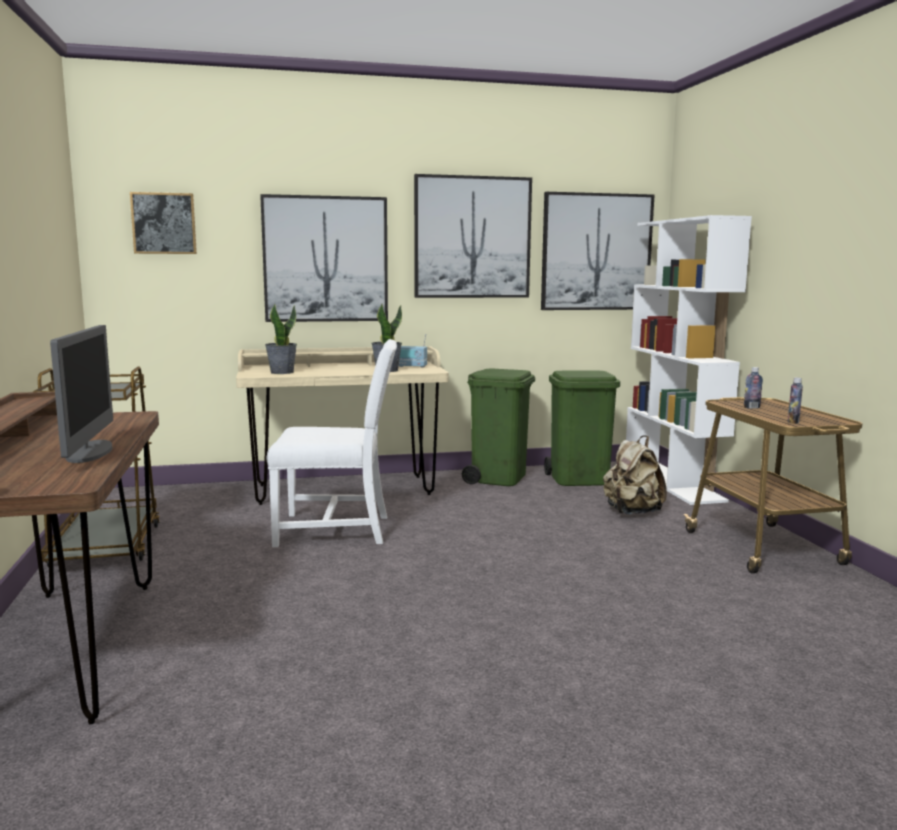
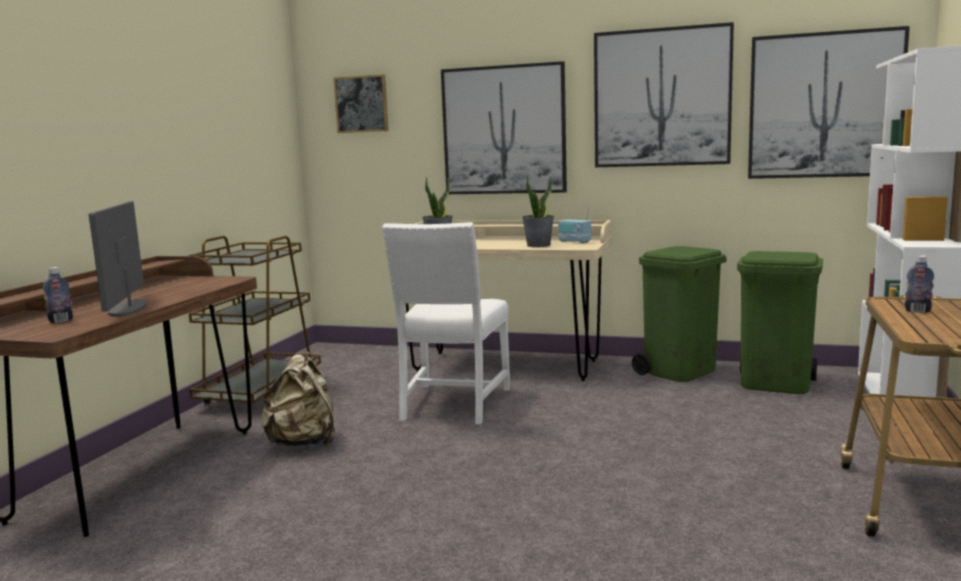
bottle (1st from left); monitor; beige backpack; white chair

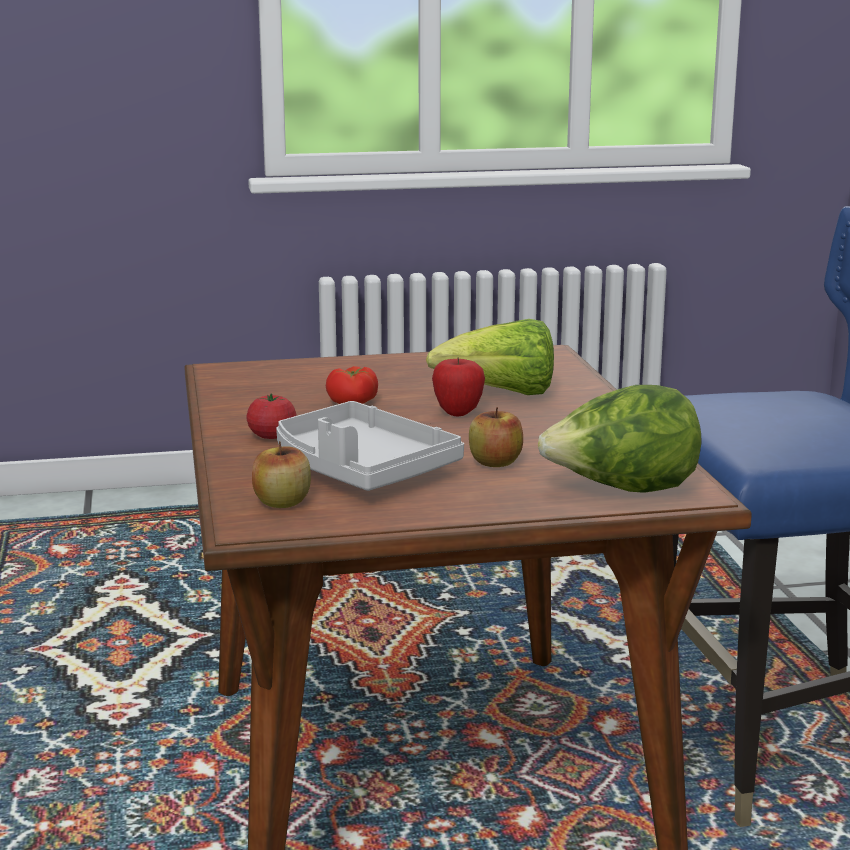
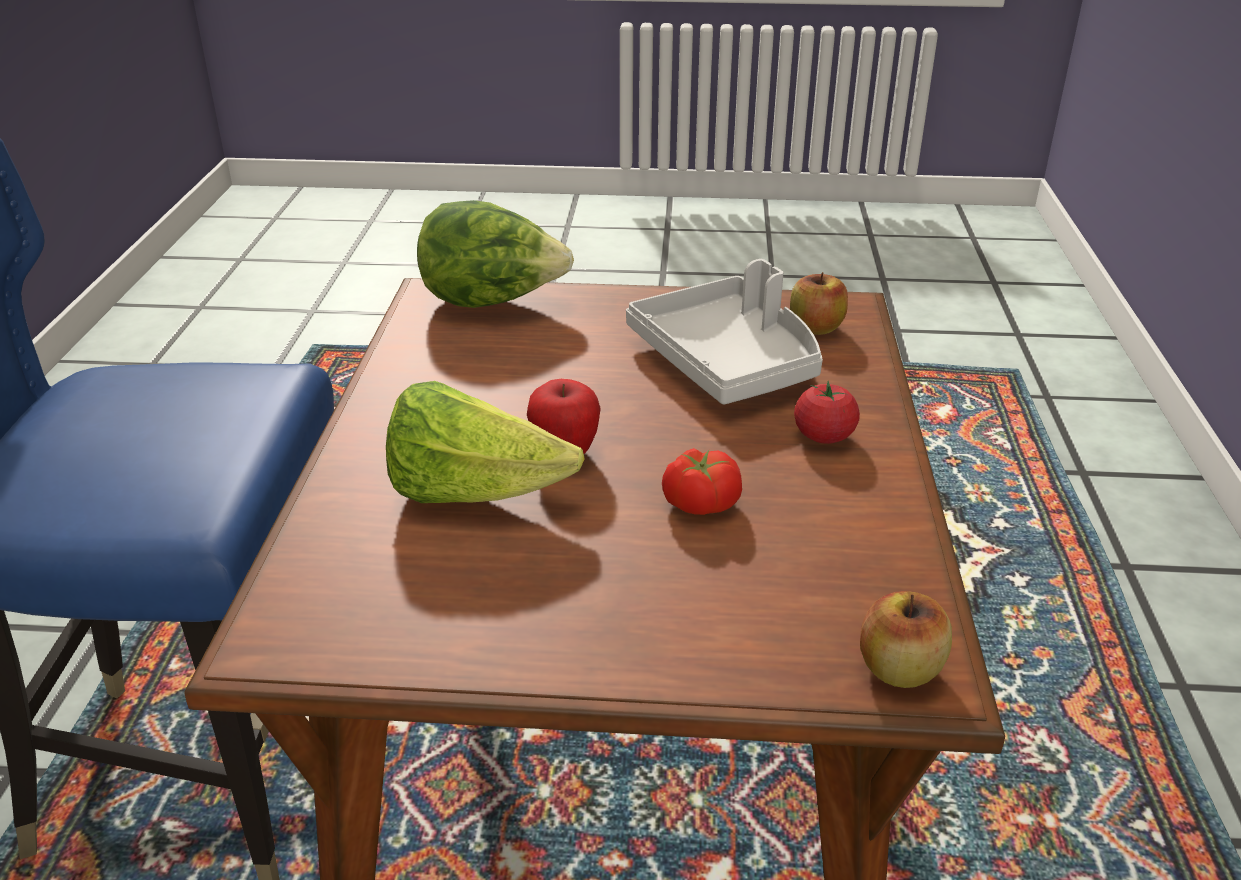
apple (3rd from left)

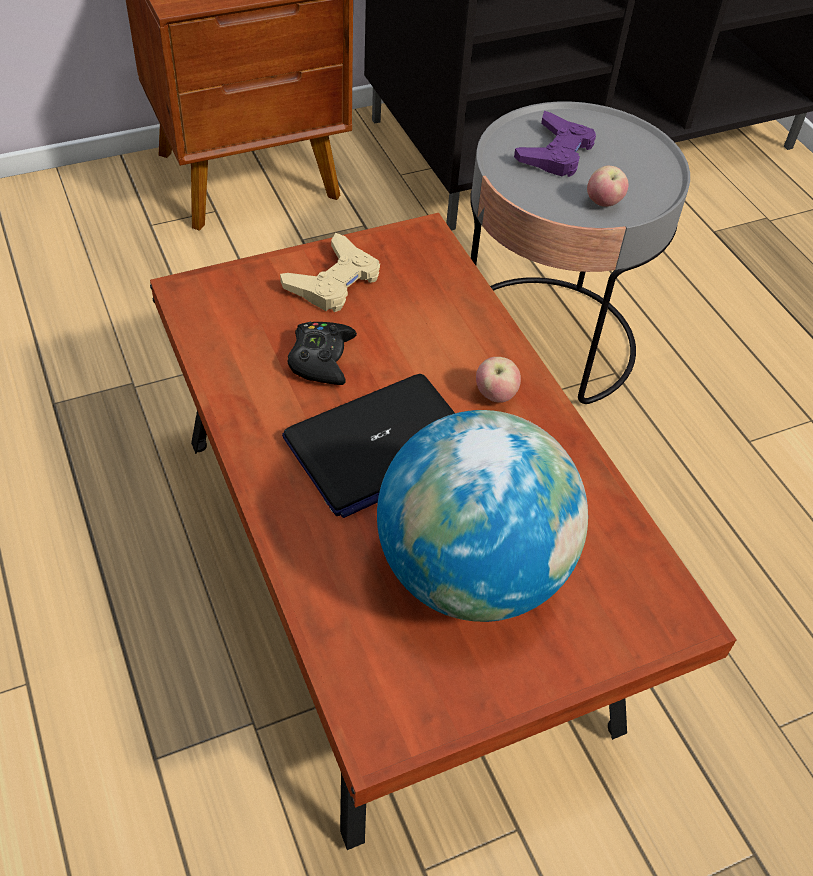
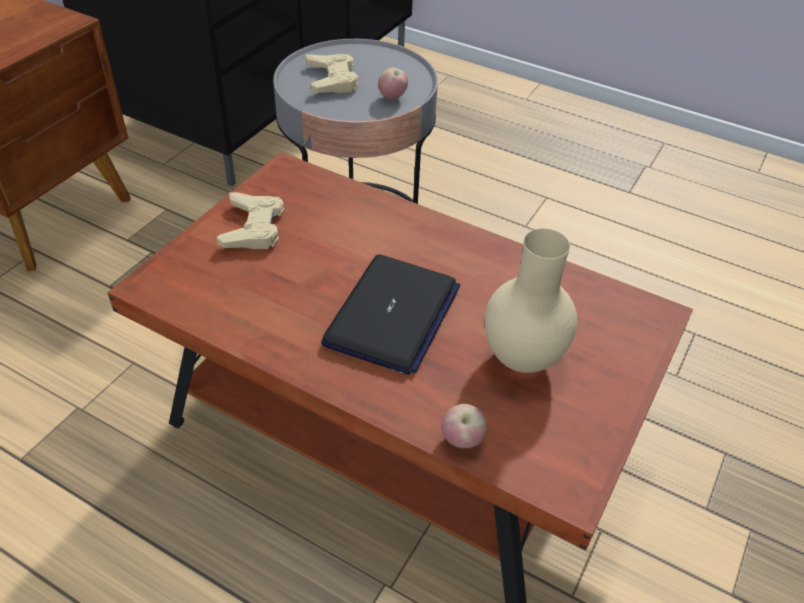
beige game controller (2nd from left); apple (2nd from left); beige vase; black game controller

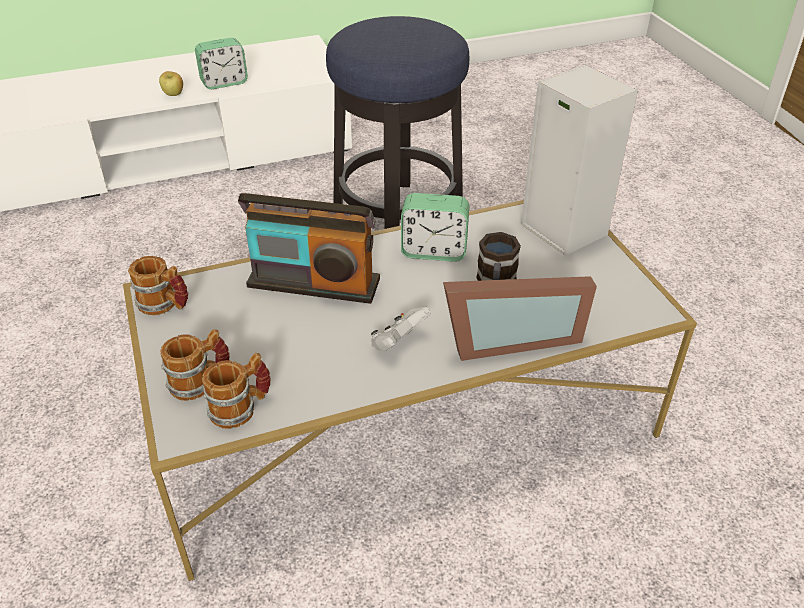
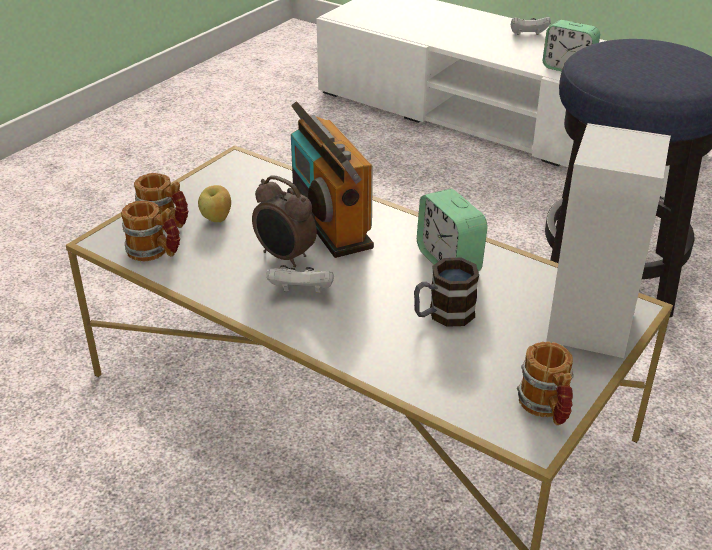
apple; alarm clock (1st from left); white game controller (2nd from left); mug (4th from left); picture frame

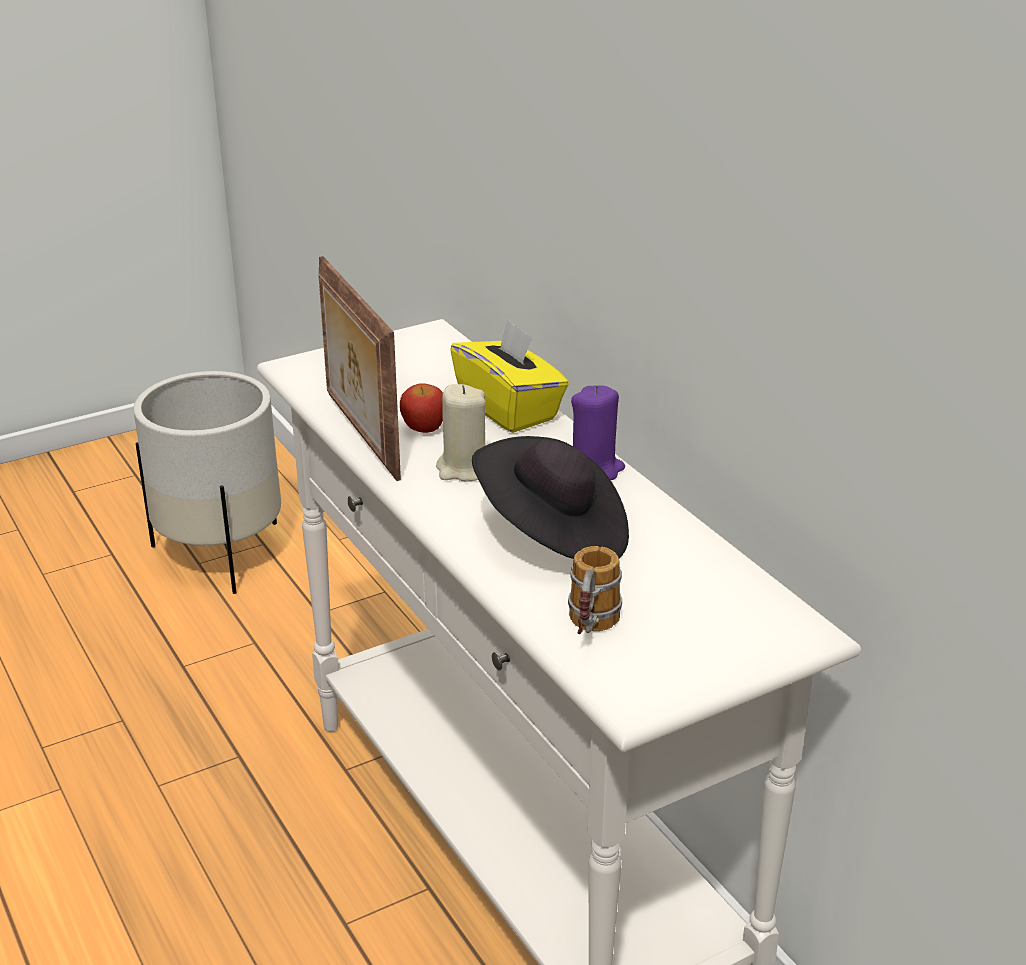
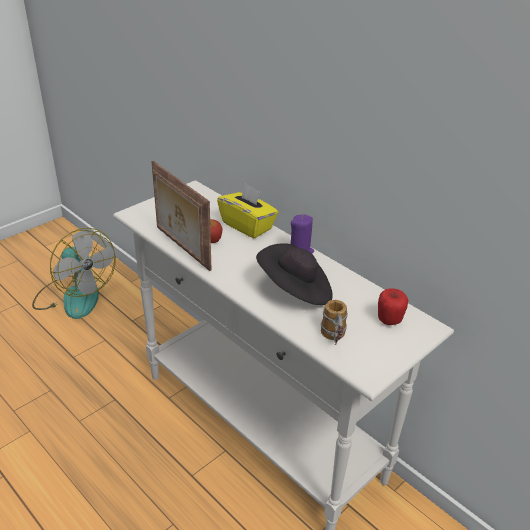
fan; apple (2nd from left); beige candle

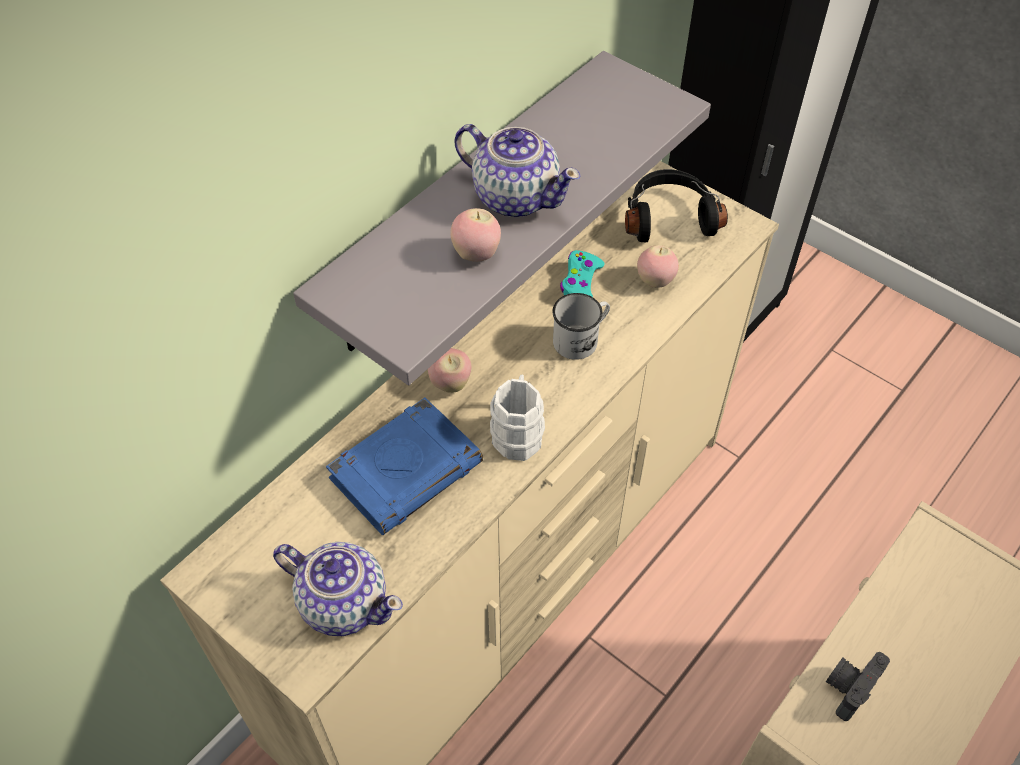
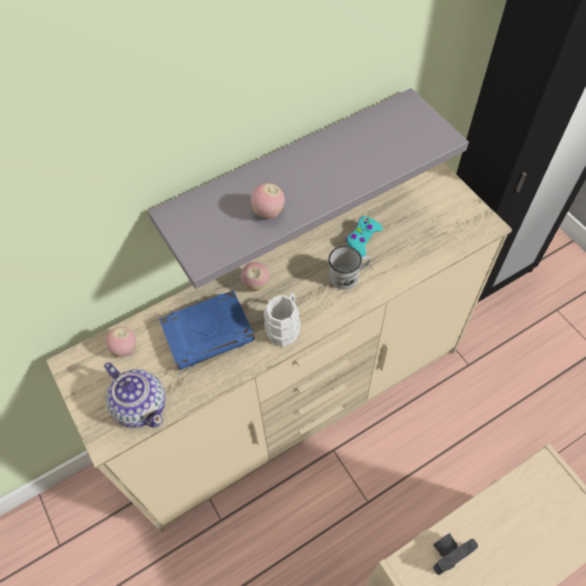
apple (1st from left); teapot (2nd from left in the first image); black headphones

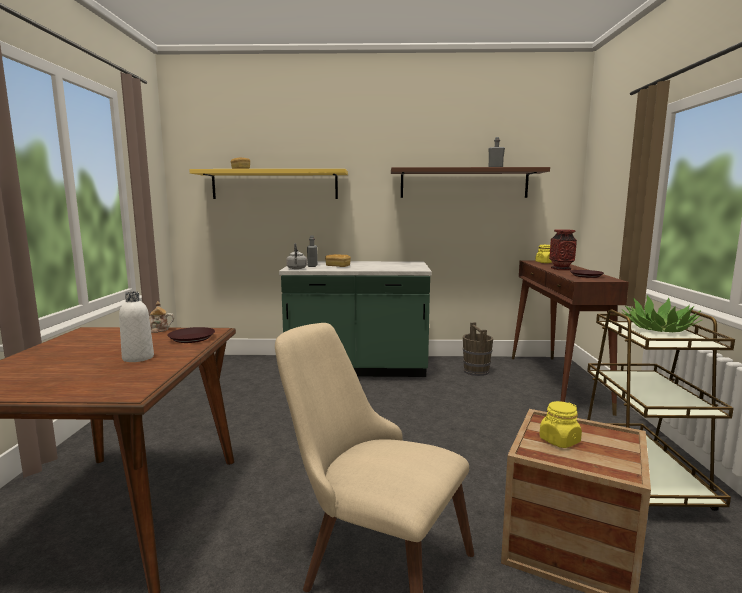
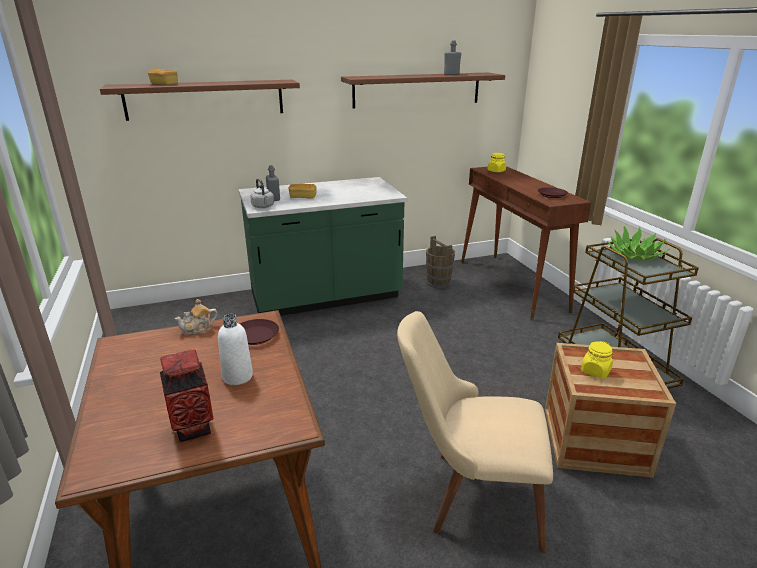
brown shelf (1st from left); vase

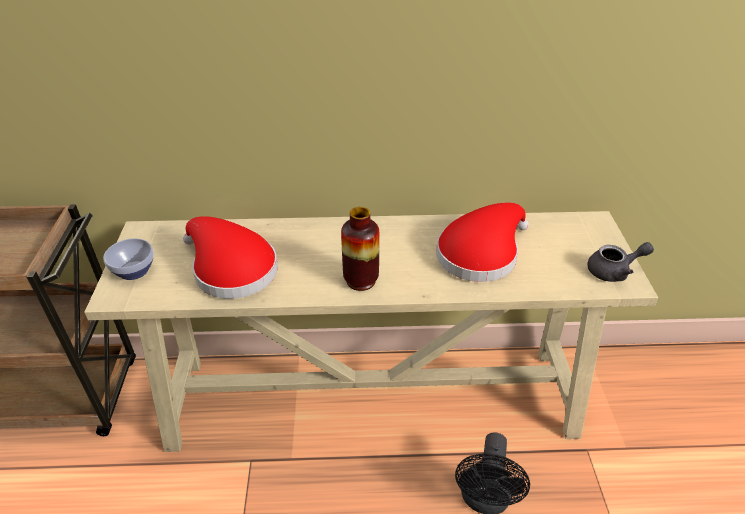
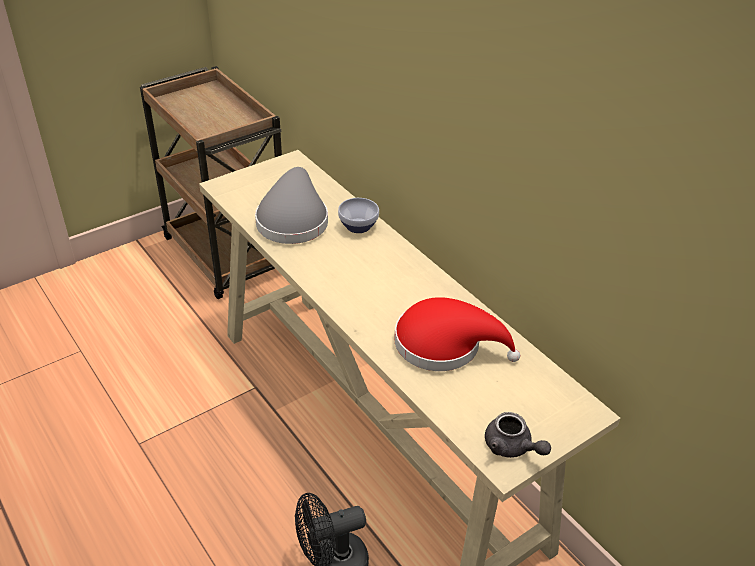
grey hat; bowl; vase

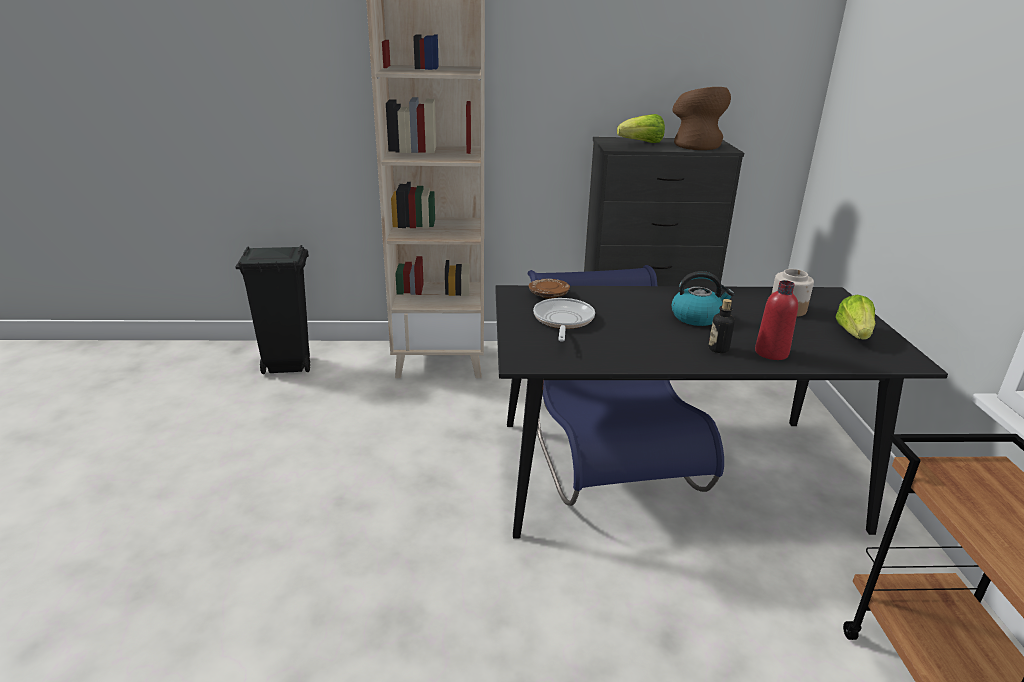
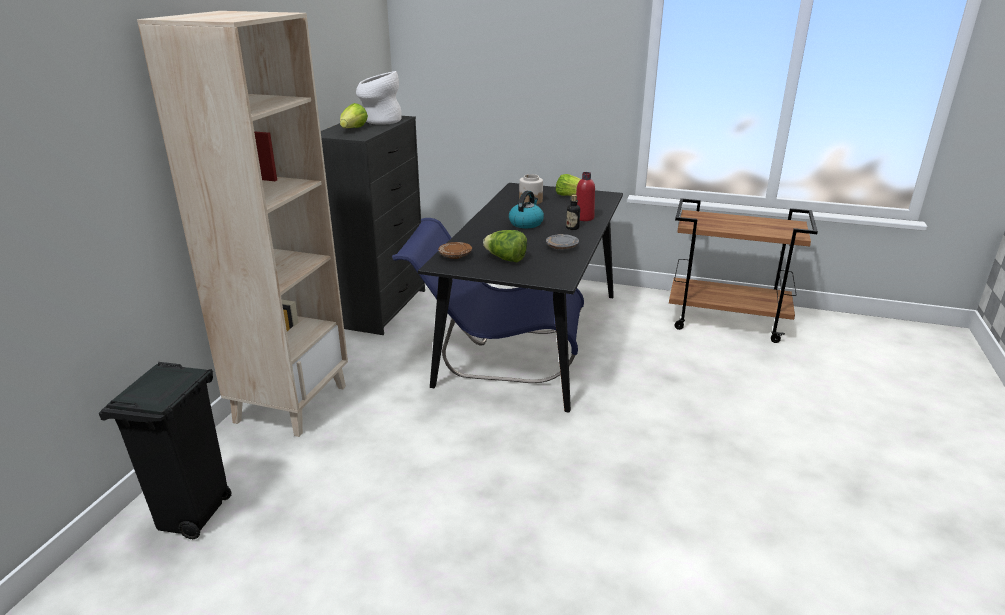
white vase; lettuce (2nd from left); grey plate

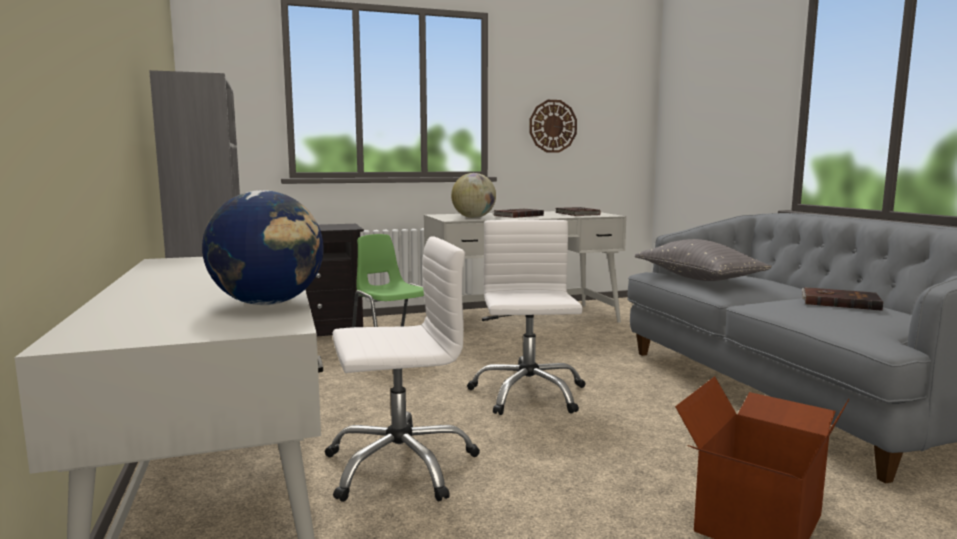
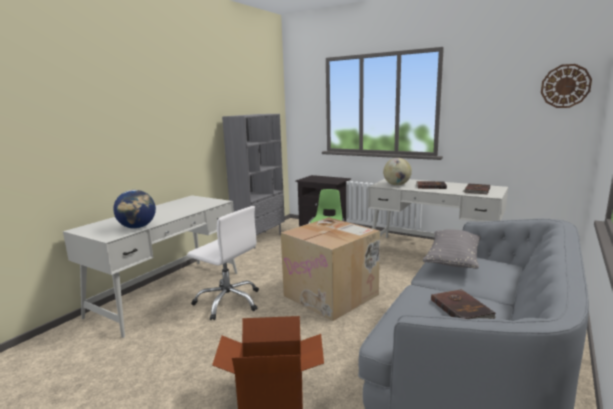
cardboard box (2nd from left); wall clock

